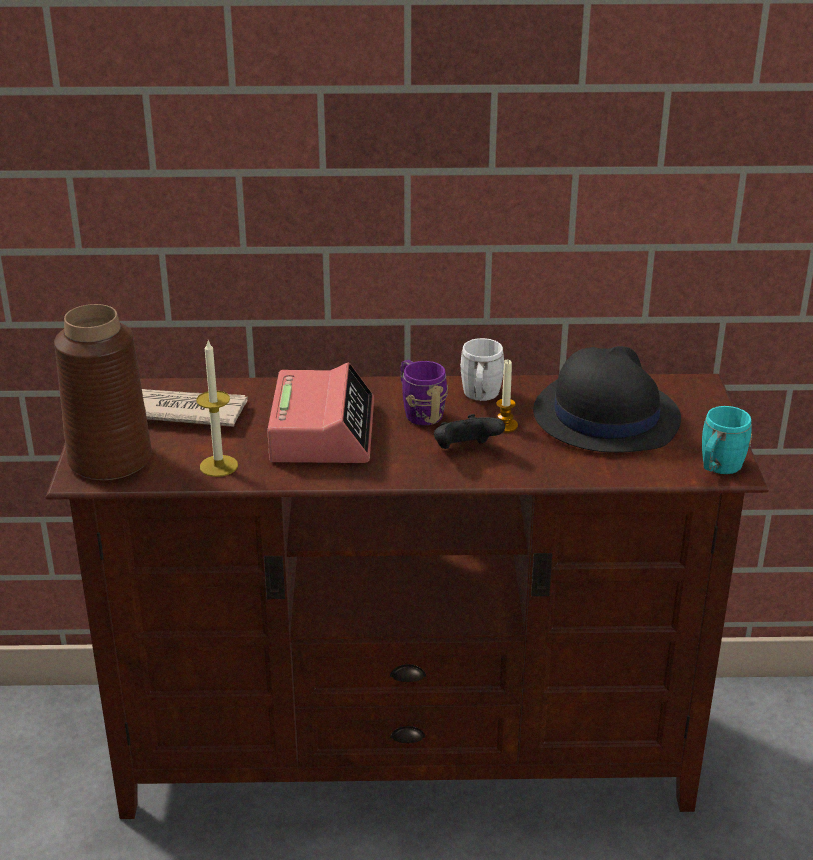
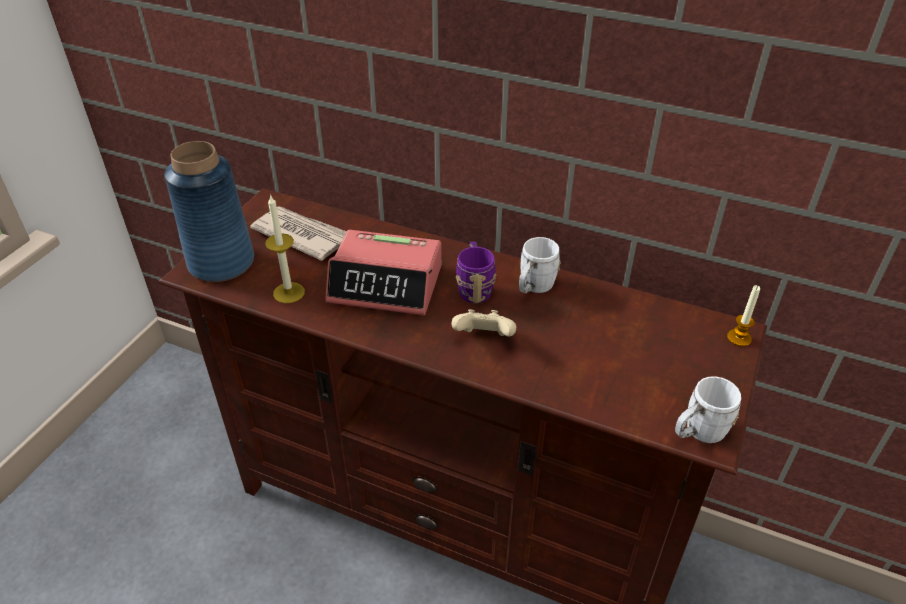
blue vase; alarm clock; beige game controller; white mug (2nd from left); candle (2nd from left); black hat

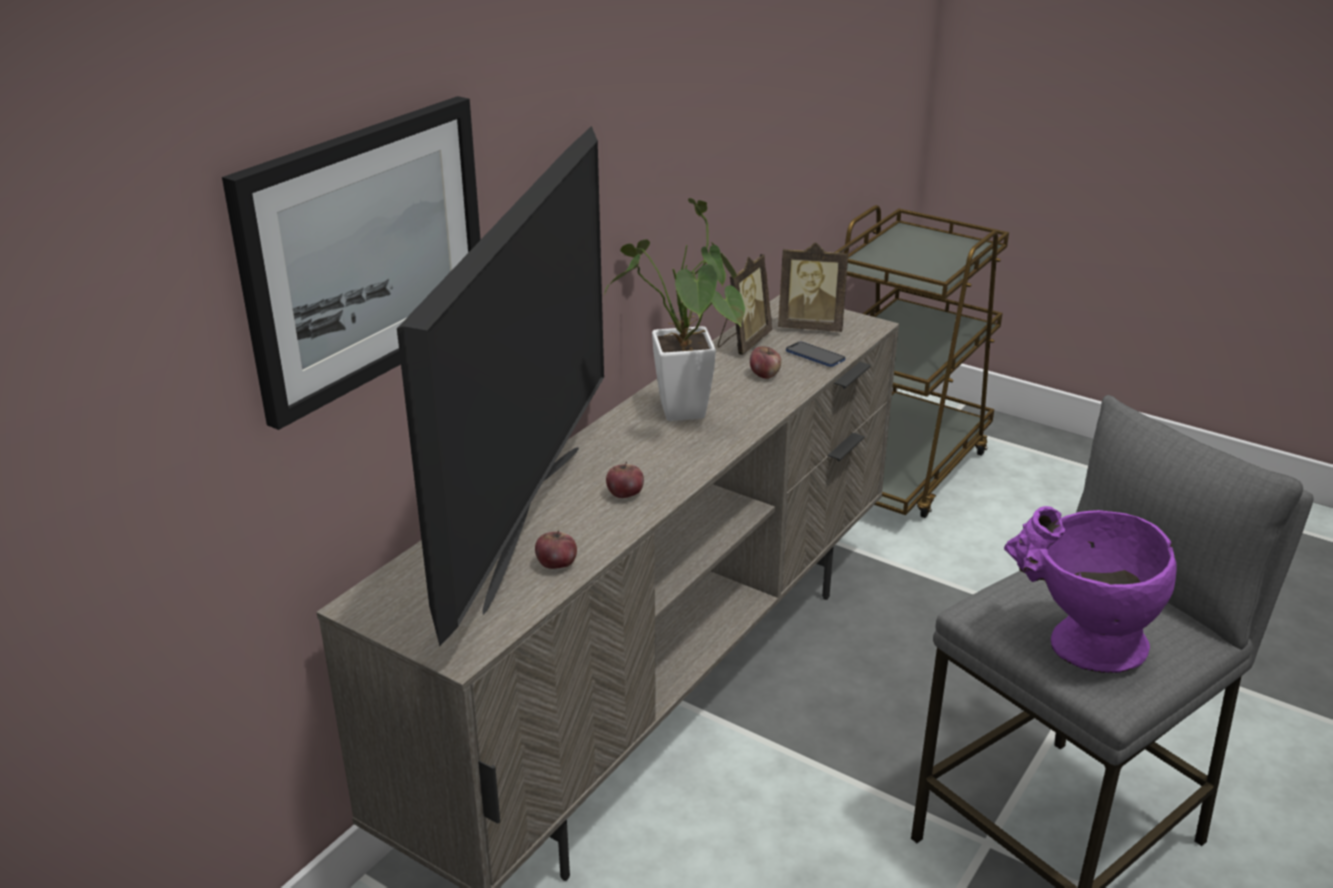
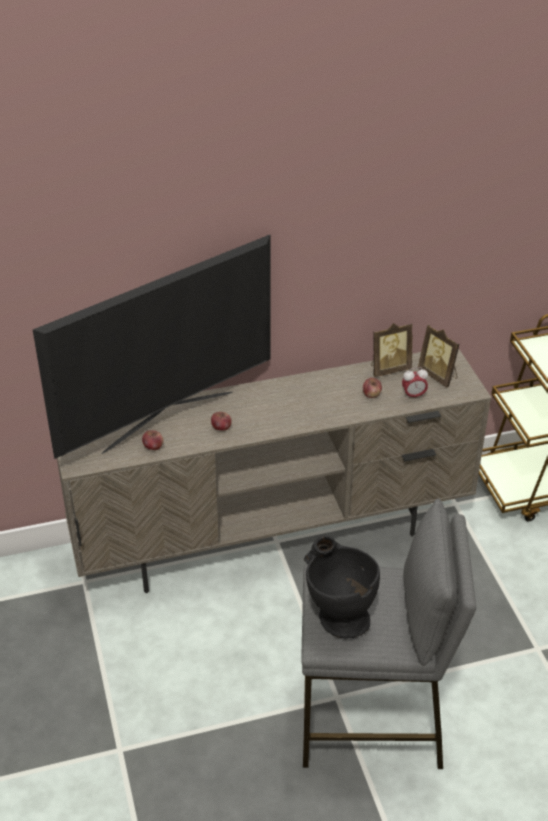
black vase; alarm clock; picture; potted plant

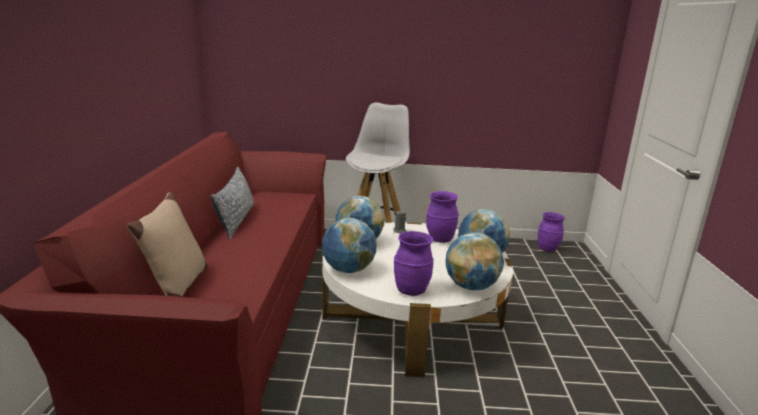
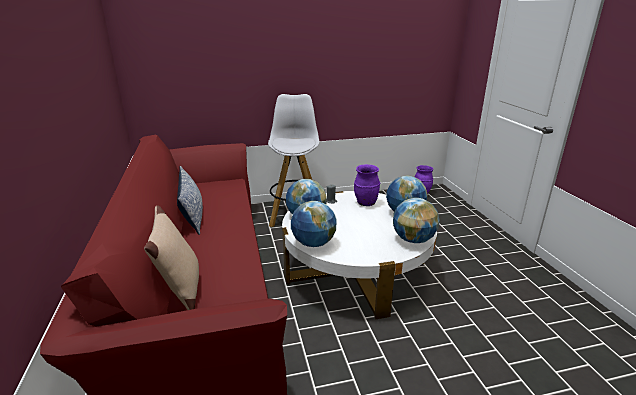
purple vase (1st from left in the first image)

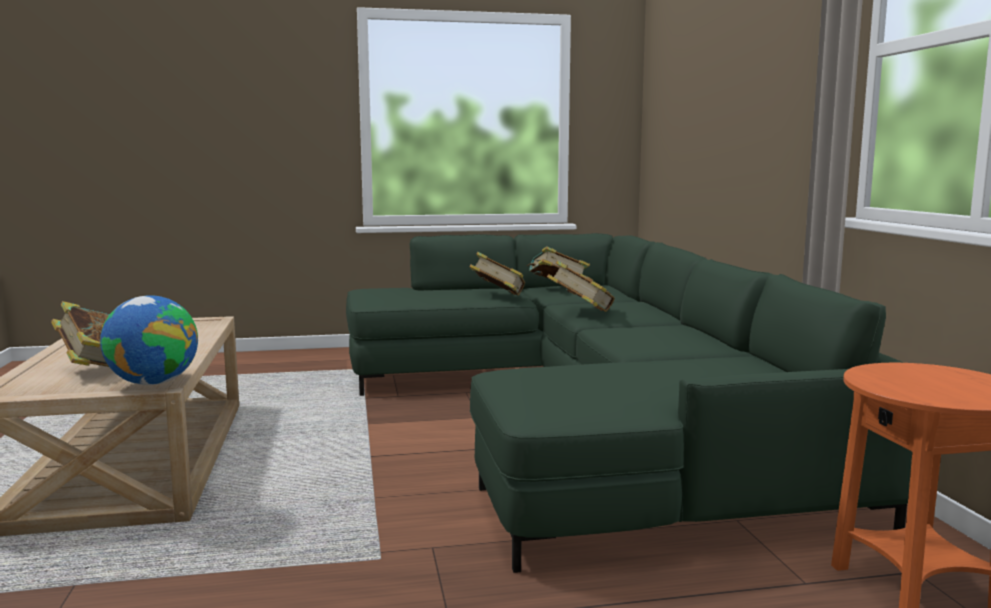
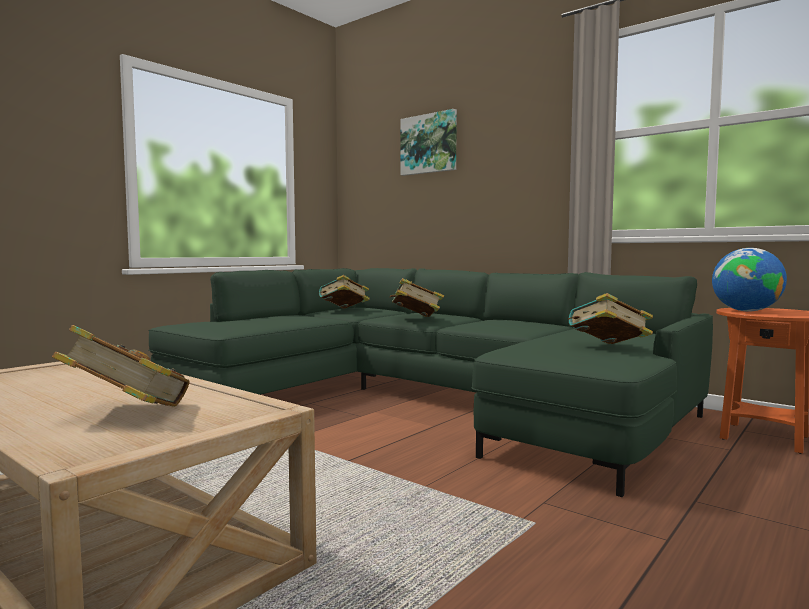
picture; book (4th from left); globe

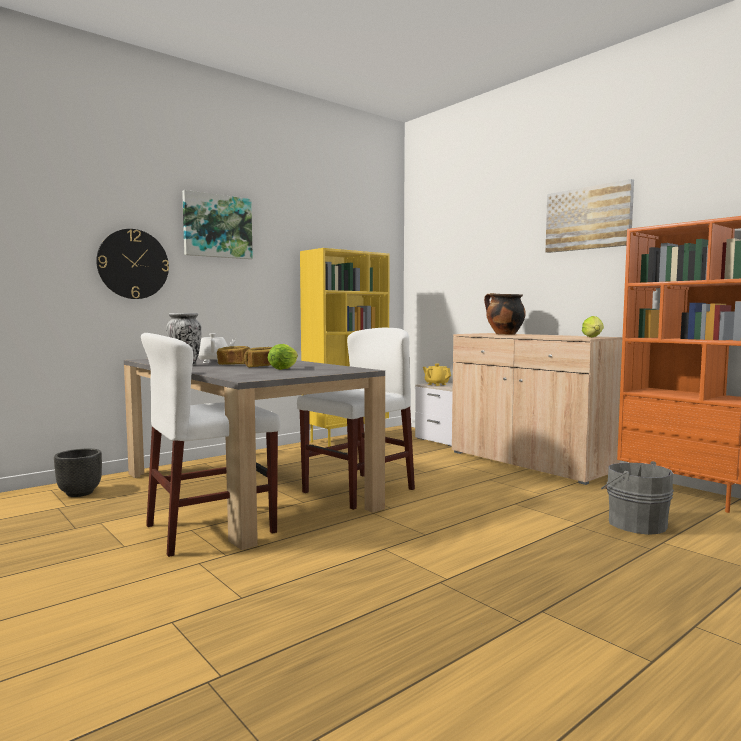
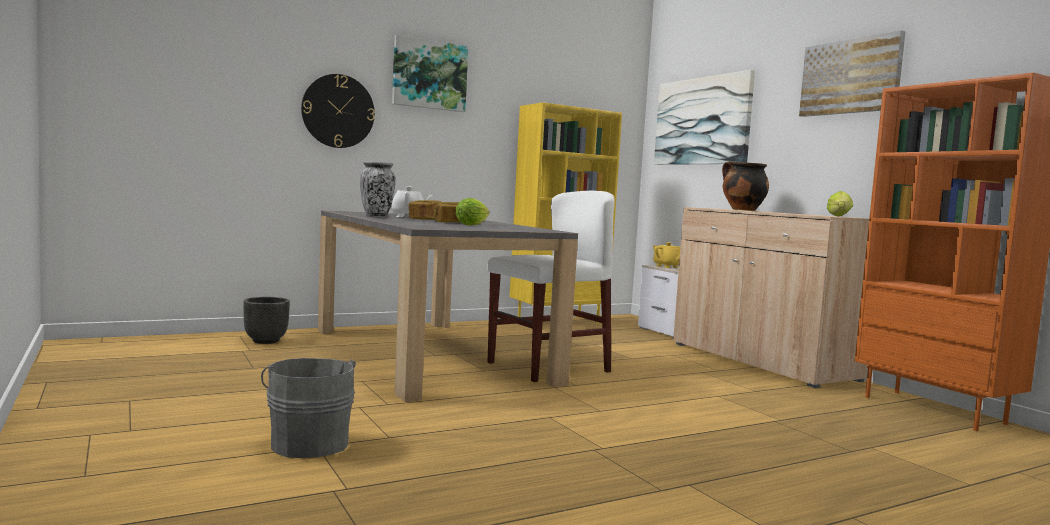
grey bucket; picture (2nd from left); white chair (1st from left in the first image)

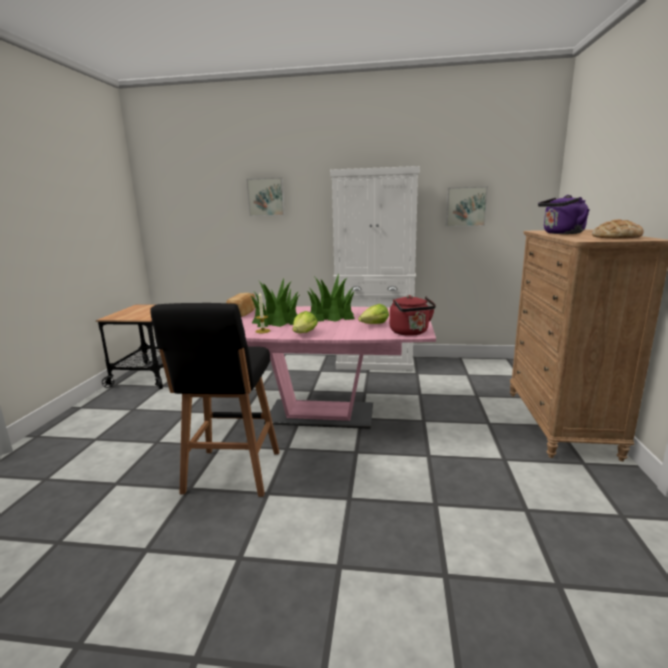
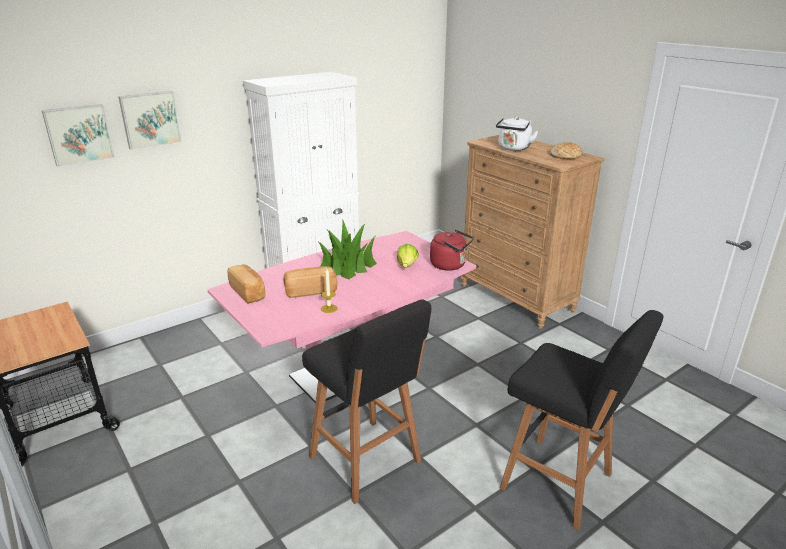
picture (1st from left); bread (2nd from left); white kettle; black stool (2nd from left); lettuce (1st from left in the first image)

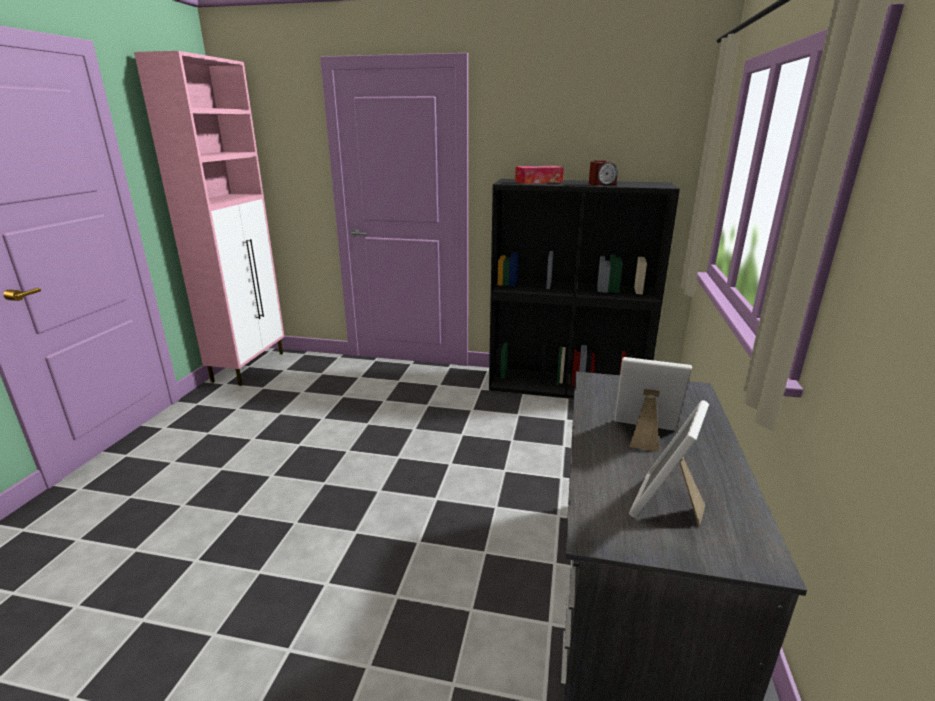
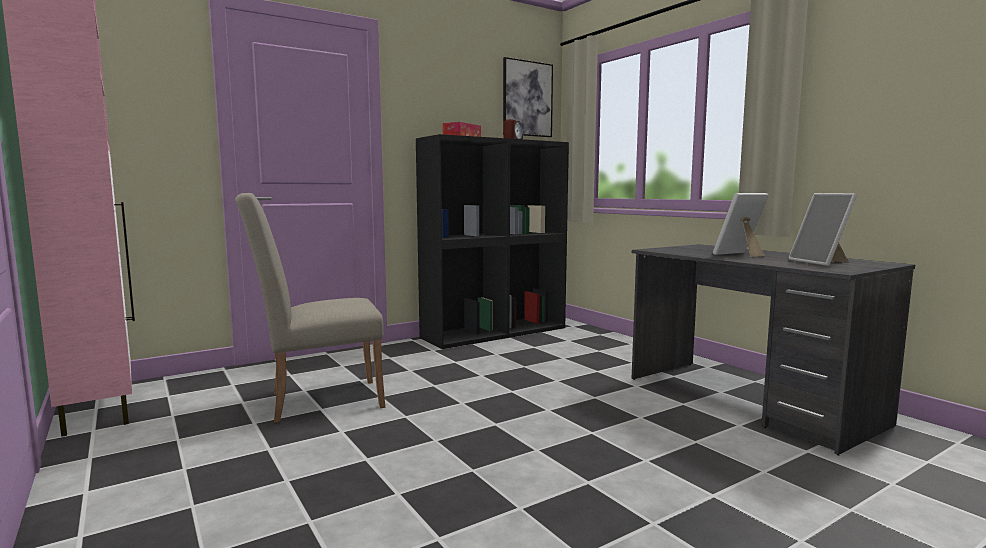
beige chair; picture

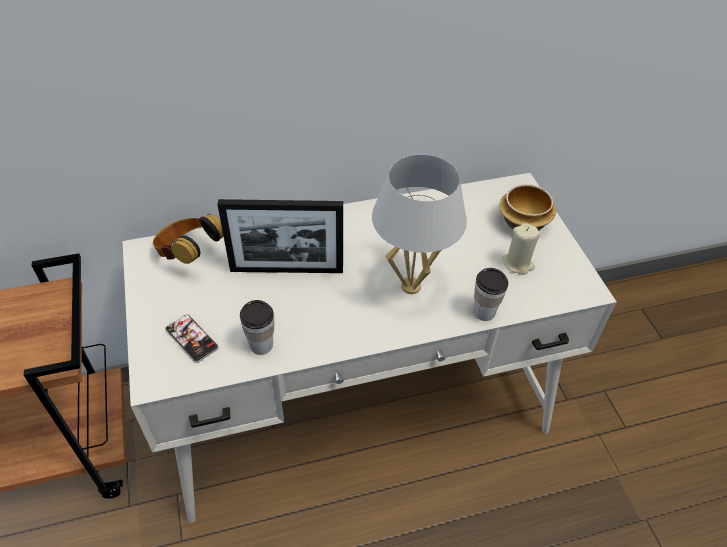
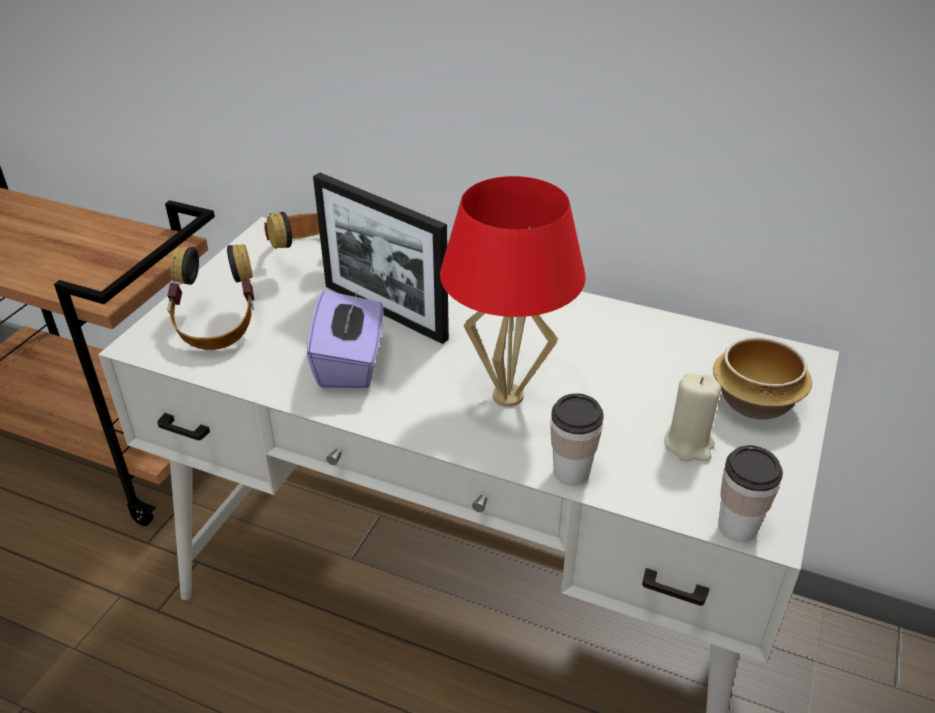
headphones (1st from left); purple tissue box; red table lamp; cup (2nd from left)

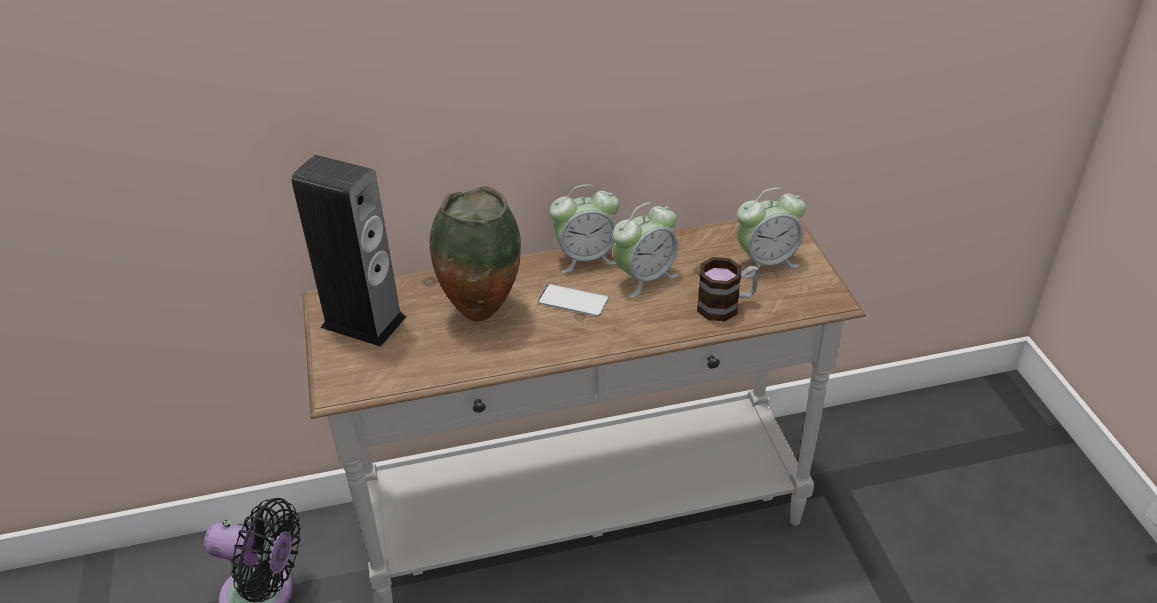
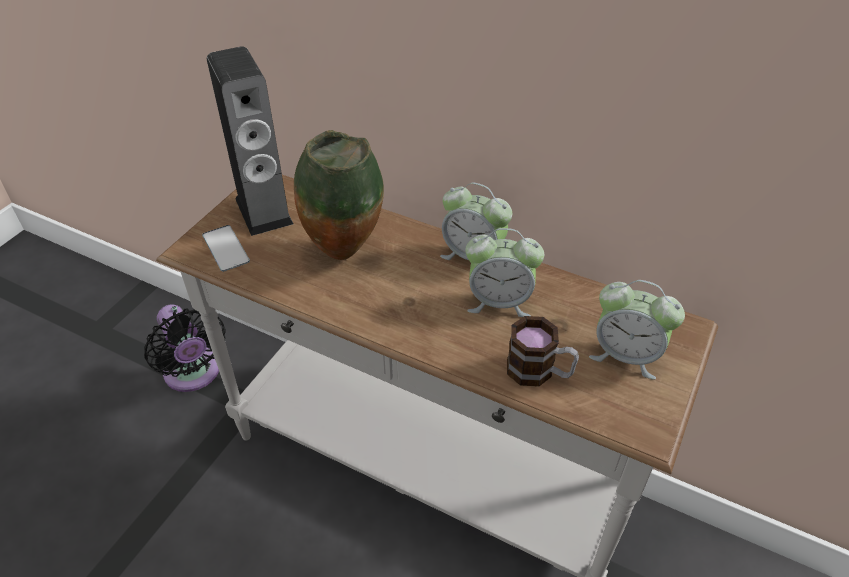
phone

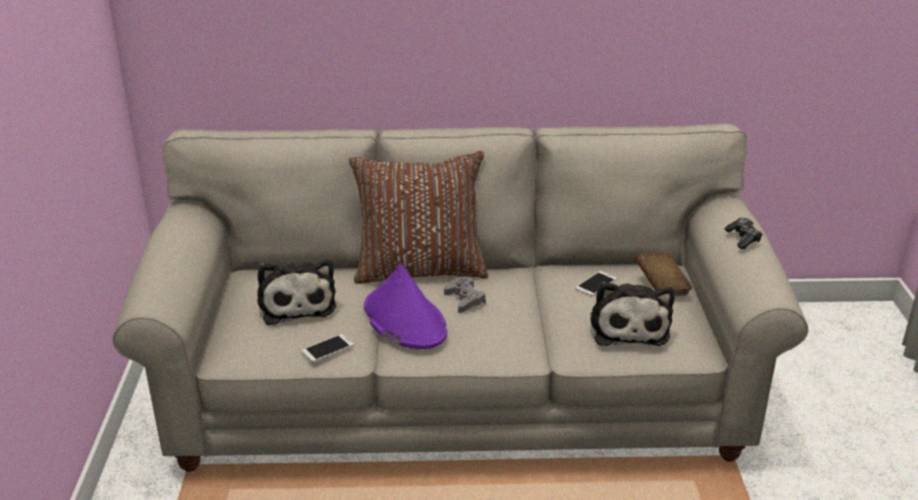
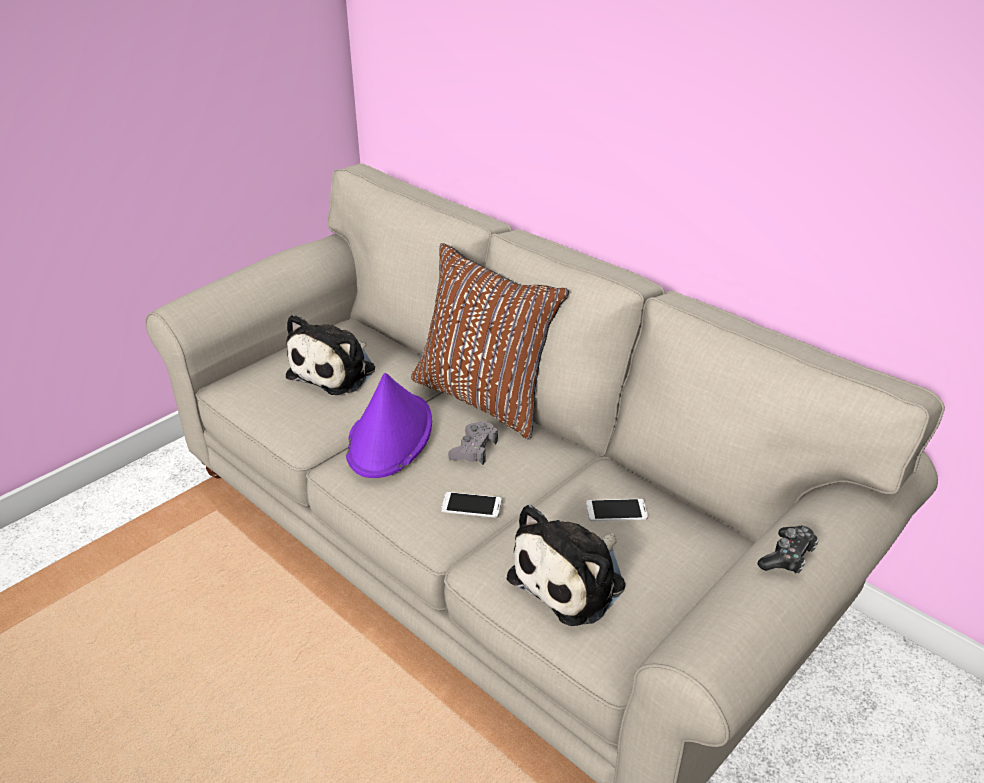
phone (1st from left); brown book

